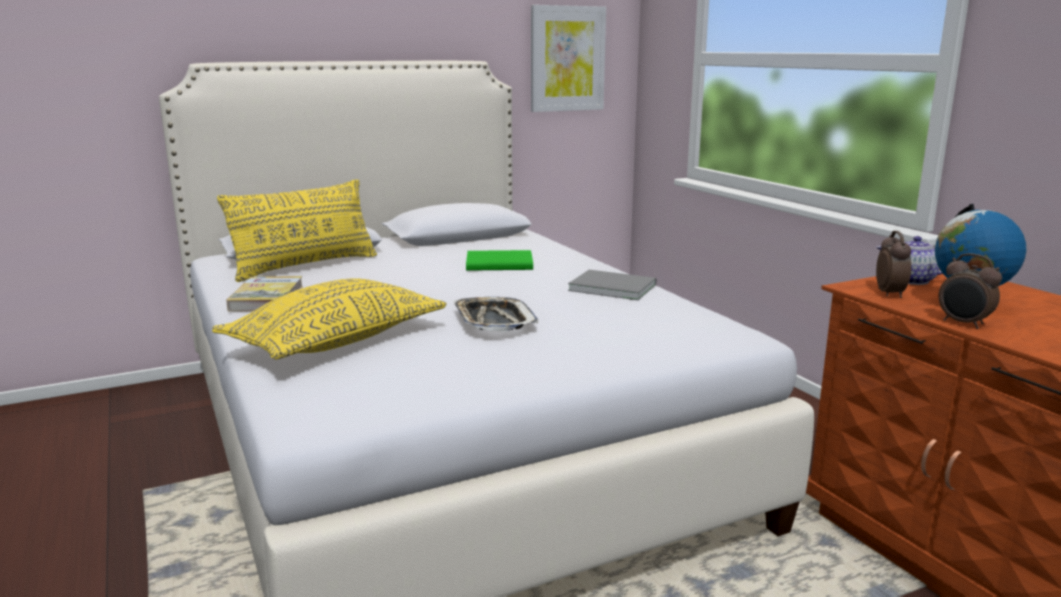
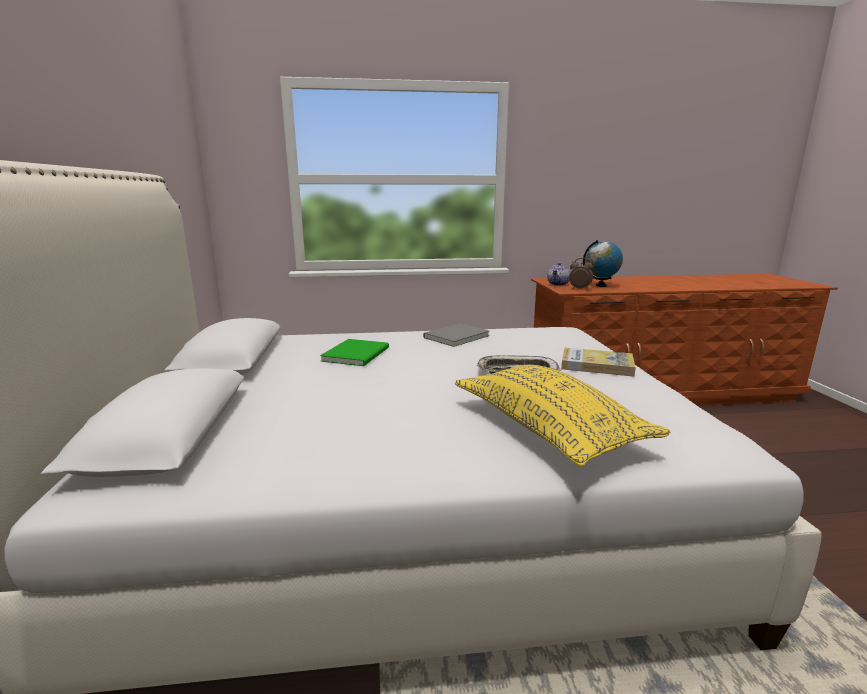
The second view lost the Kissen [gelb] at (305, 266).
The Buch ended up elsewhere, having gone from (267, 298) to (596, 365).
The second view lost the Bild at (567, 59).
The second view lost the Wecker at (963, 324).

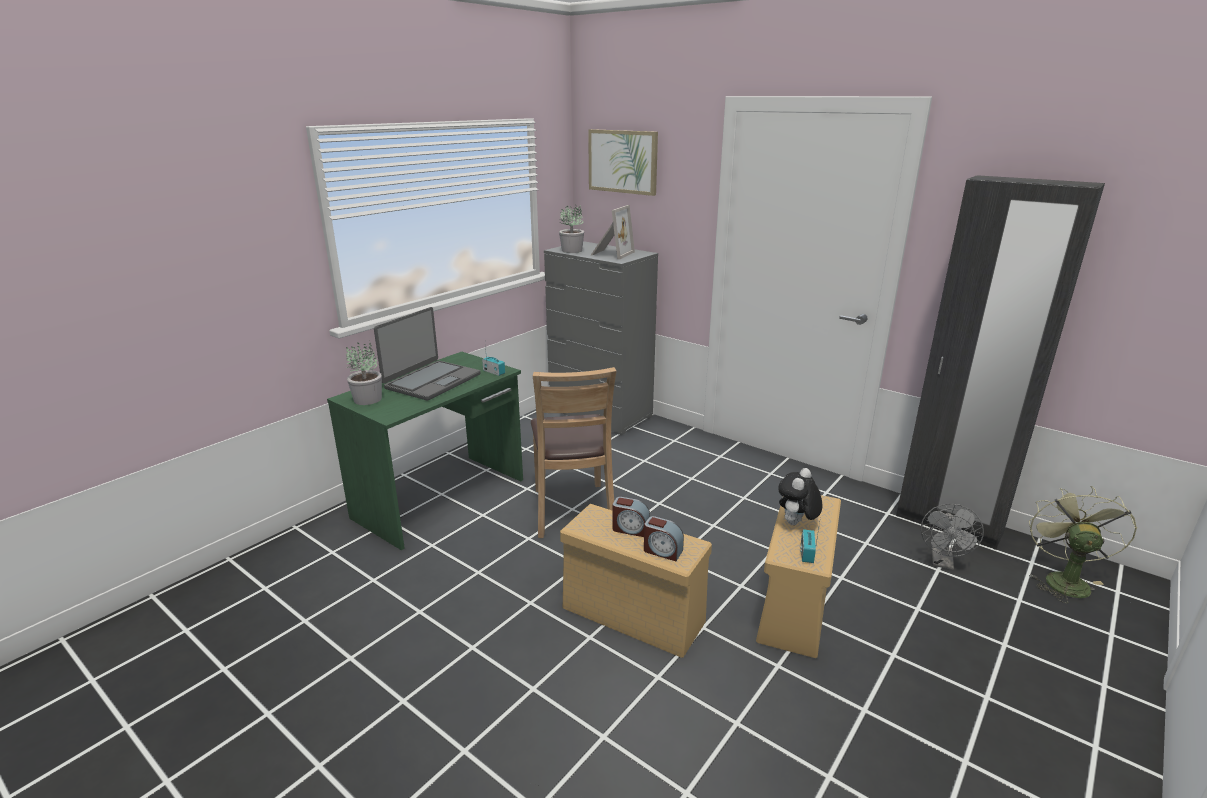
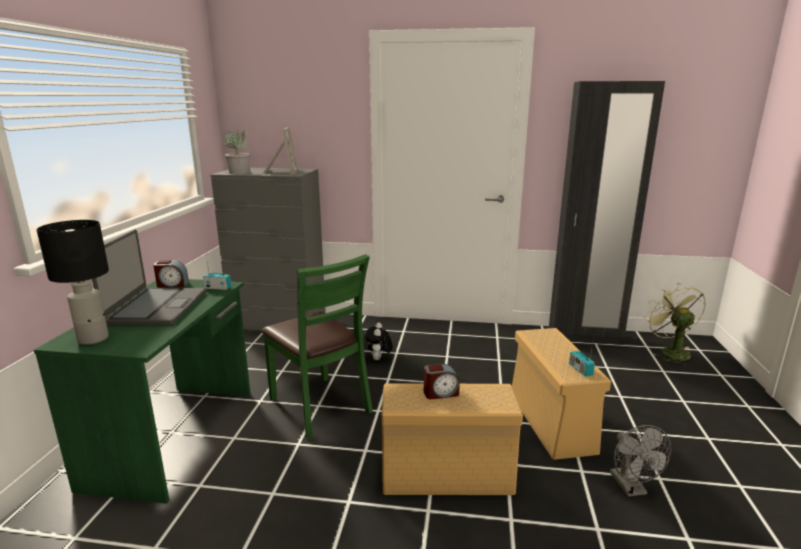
Where the Topfpflanze stood at (367, 399), the Tischlampe [schwarz] came to stand at (93, 338).
What was the Stuhl [braun] at (572, 510) turned into the Stuhl [grün] at (319, 406).
The second view lost the Bild at (623, 161).
The Wecker ended up elsewhere, having gone from (662, 551) to (172, 285).
The Plüschtier ended up elsewhere, having gone from (796, 524) to (379, 359).
The Ventilator [grau] ended up elsewhere, having gone from (942, 562) to (631, 488).

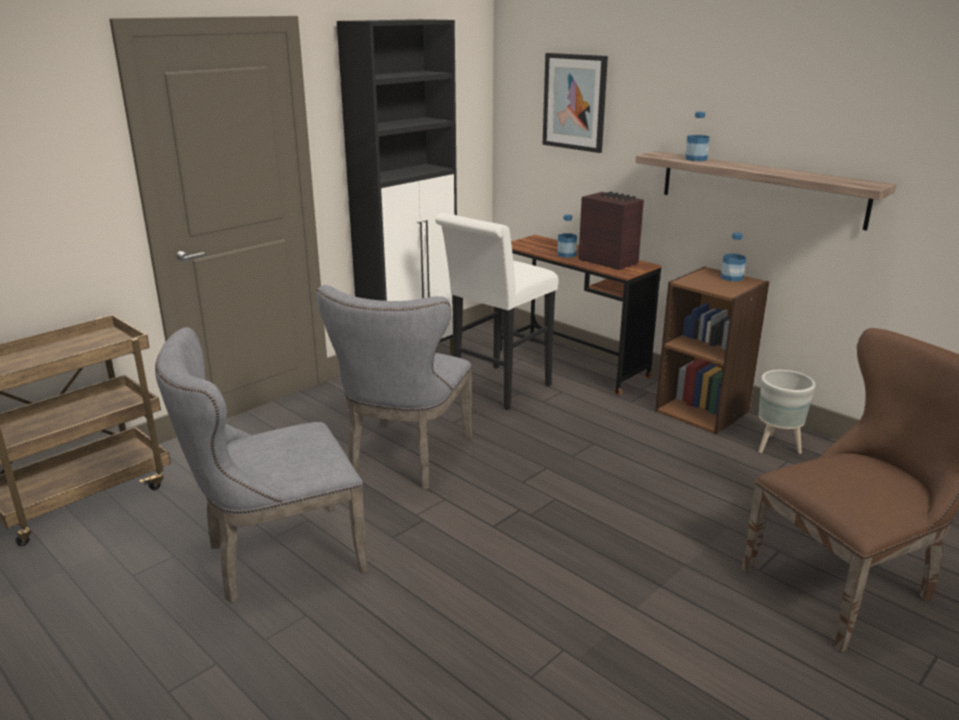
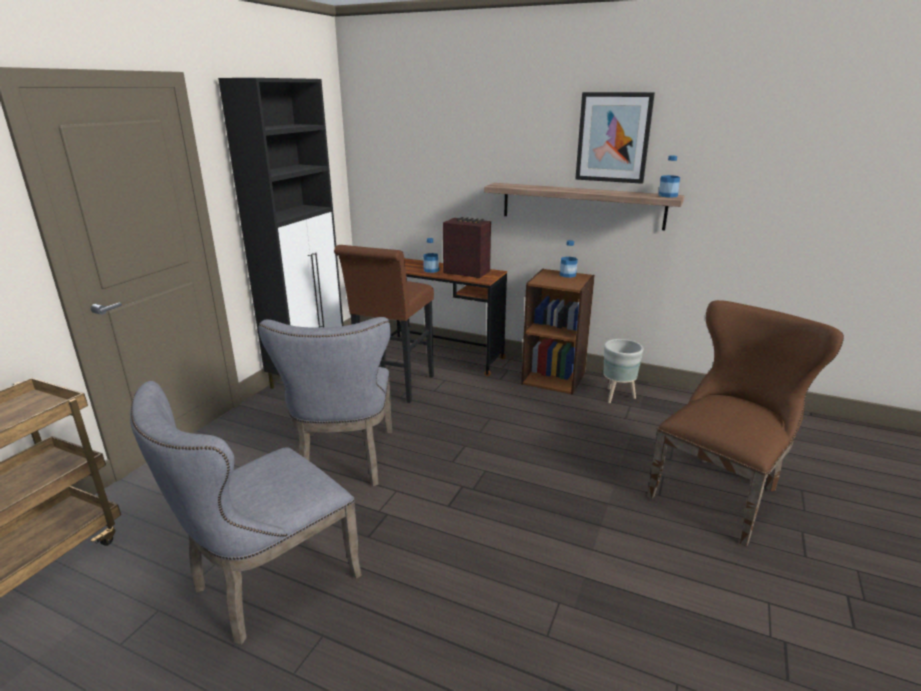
What was the Hocker [weiß] at (496, 390) turned into the Hocker [braun] at (392, 387).
The Bild ended up elsewhere, having gone from (574, 102) to (613, 137).
The Flasche ended up elsewhere, having gone from (696, 159) to (668, 195).

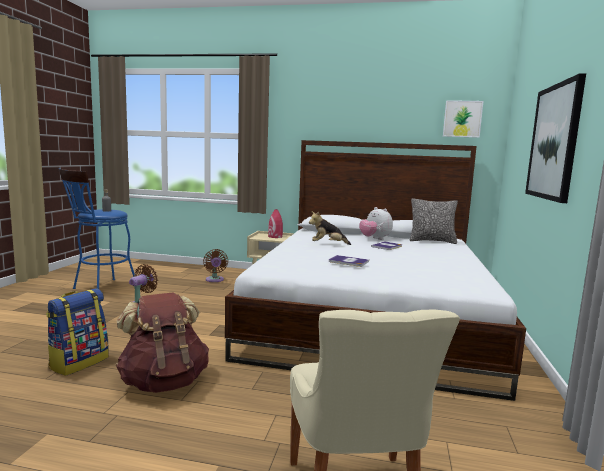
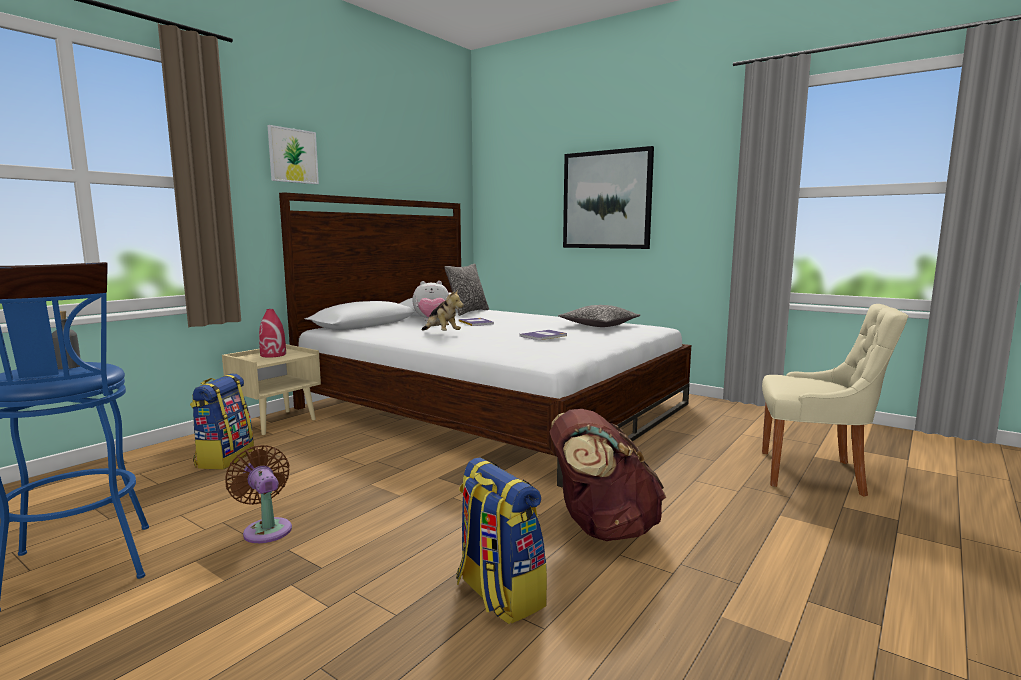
Where the Ventilator [braun] stood at (215, 280), the Rucksack came to stand at (224, 458).
The Plüschtier at (328, 244) ended up facing another way, 60 degrees counterclockwise from before.
The Bild ended up elsewhere, having gone from (462, 119) to (293, 156).
The second view gained the Kissen at (599, 325).

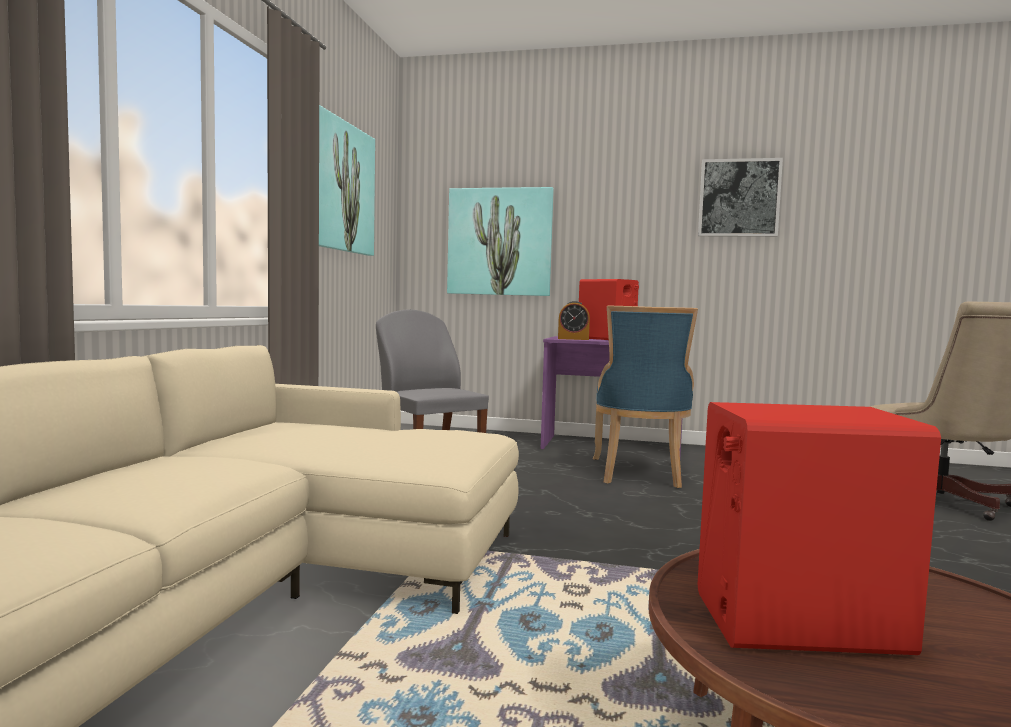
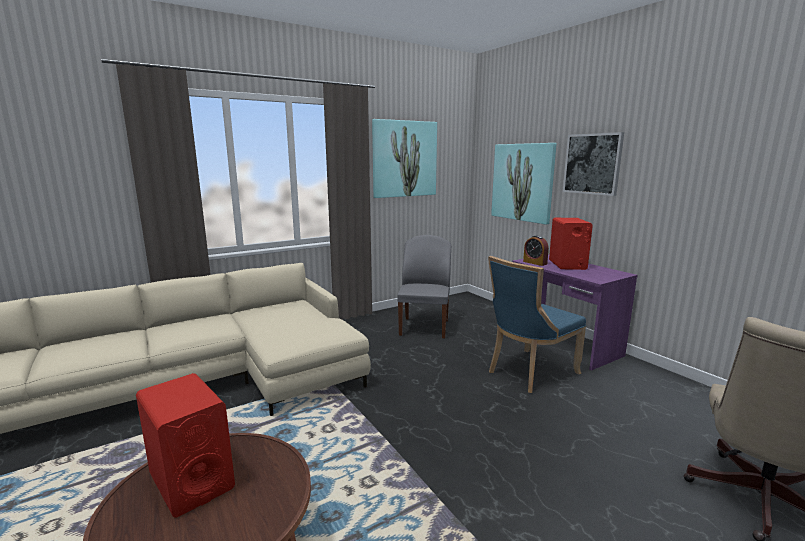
The Bild ended up elsewhere, having gone from (739, 198) to (592, 164).

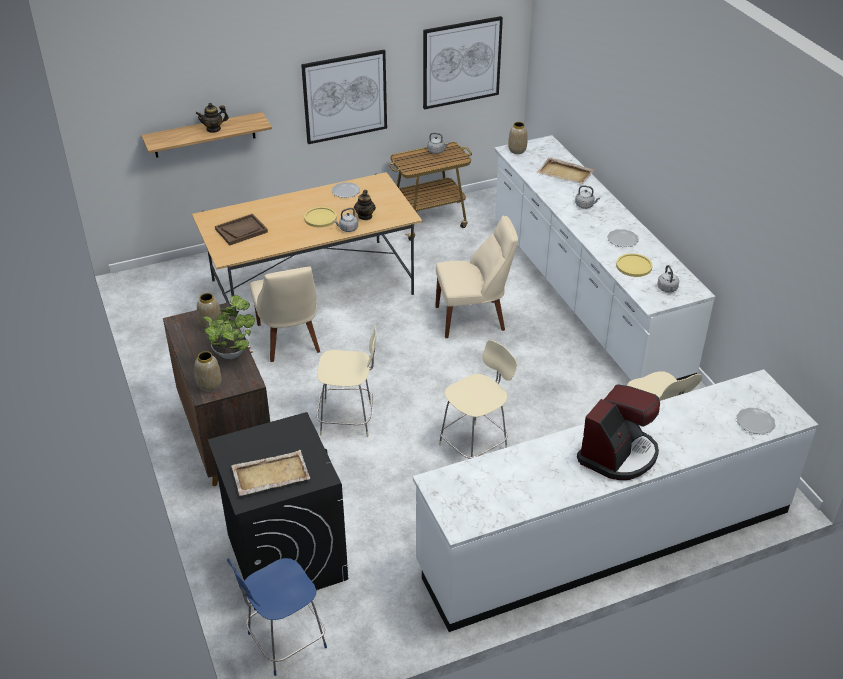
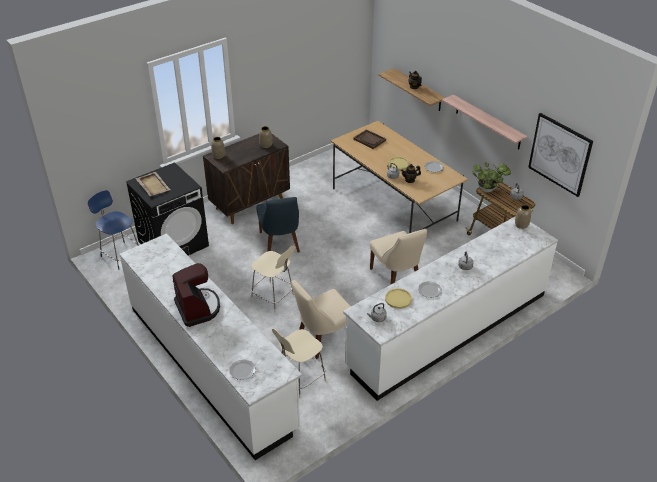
The Topfpflanze ended up elsewhere, having gone from (232, 351) to (488, 189).
The Stuhl [beige] ended up elsewhere, having gone from (289, 340) to (323, 339).
Where the Bild hung at (345, 96), the Wandregal came to hang at (488, 122).
Where the Hocker [beige] stood at (348, 419), the Stuhl [blau] came to stand at (280, 243).
The second view lost the Tablett [beige] at (565, 173).
The Kaffeemaschine at (618, 454) ended up facing another way, 135 degrees counterclockwise from before.

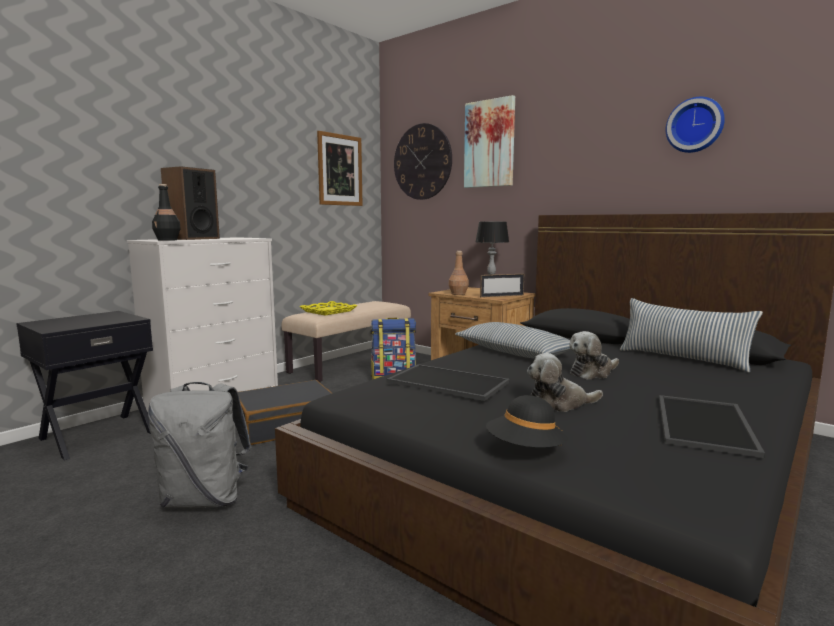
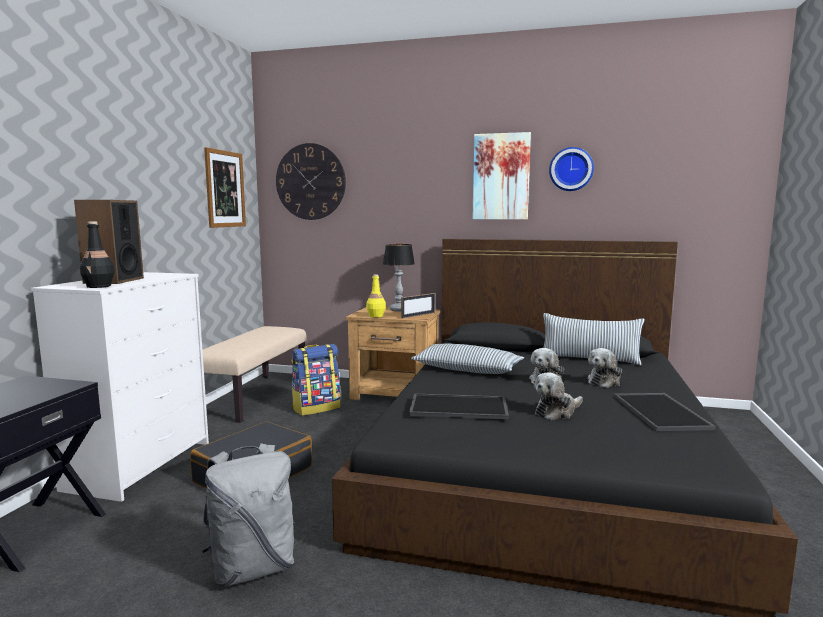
The second view lost the Tablett [gelb] at (328, 311).
What was the Flasche [braun] at (458, 294) turned into the Flasche [gelb] at (376, 316).
The Bild ended up elsewhere, having gone from (489, 144) to (501, 177).
The second view lost the Hut [schwarz] at (525, 450).
The second view gained the Plüschtier at (605, 381).

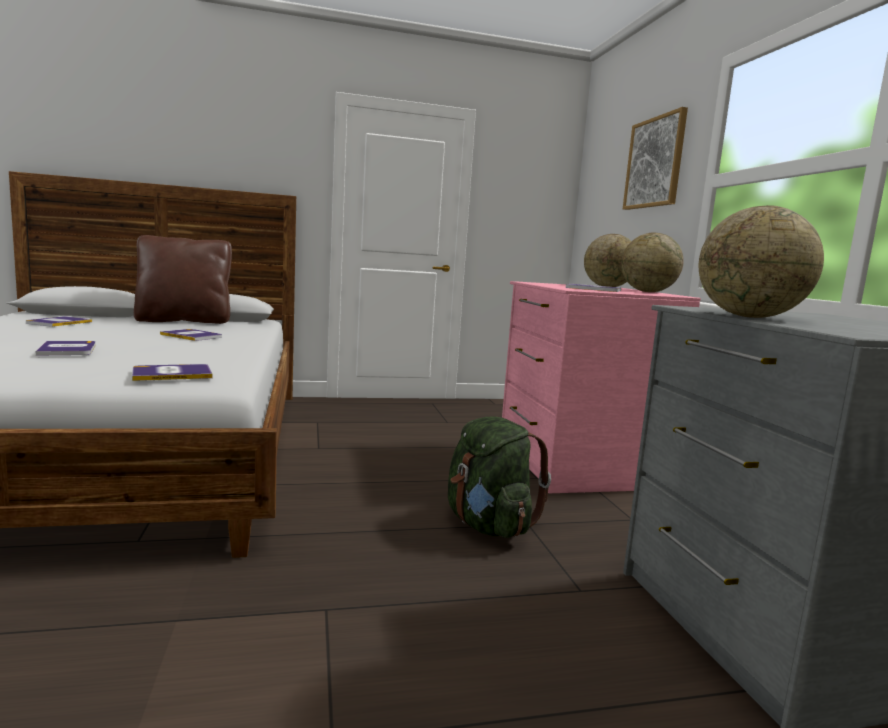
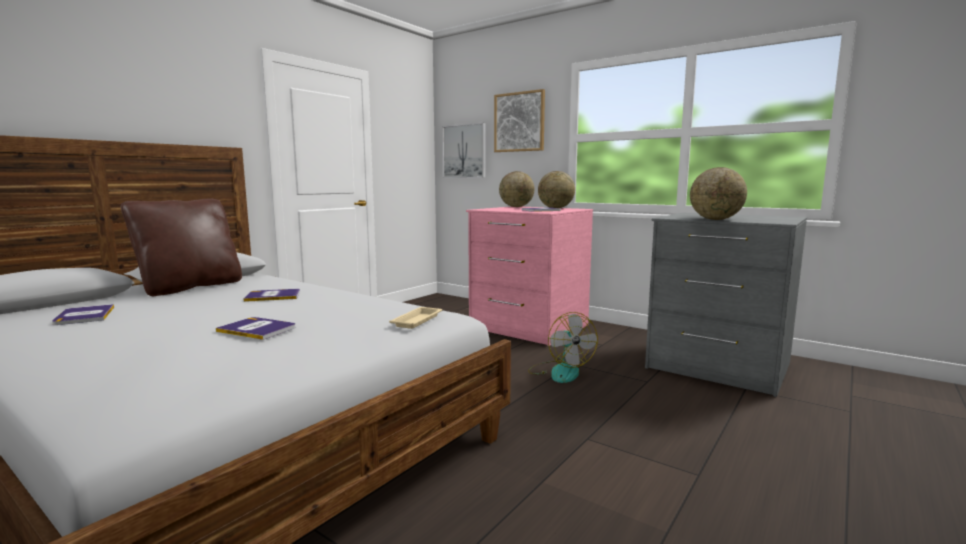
Where the Buch stood at (172, 374), the Tablett [beige] came to stand at (417, 320).
Where the Rucksack [grün] stood at (488, 525), the Ventilator came to stand at (560, 371).
The second view gained the Bild at (464, 151).

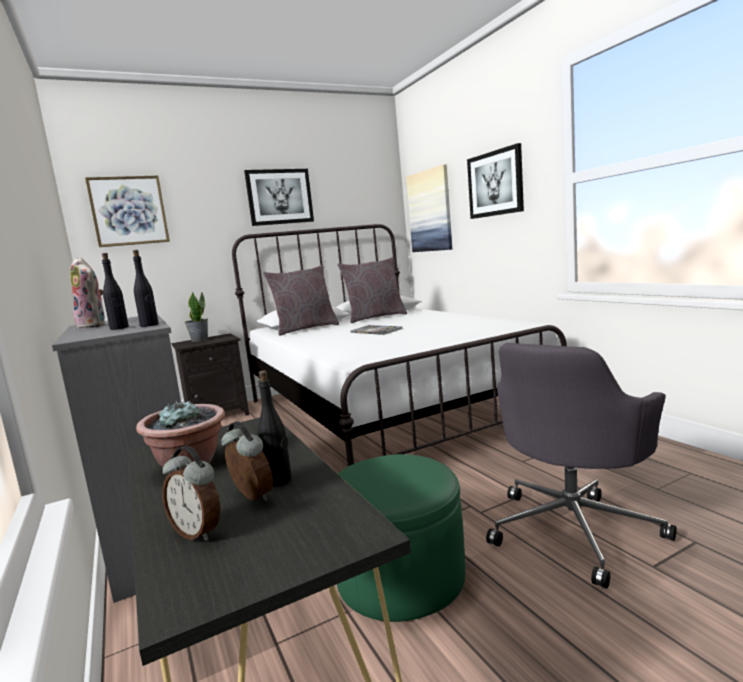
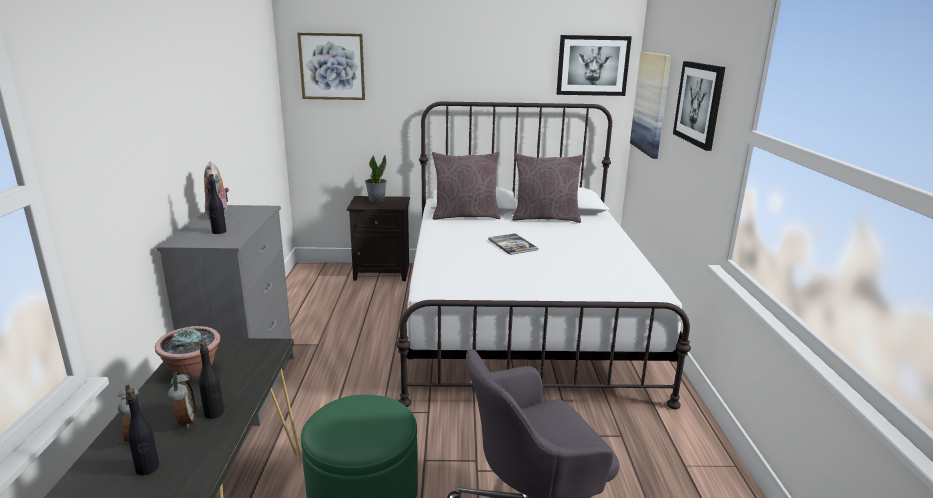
The Flasche [schwarz] ended up elsewhere, having gone from (149, 325) to (147, 468).
The Bild ended up elsewhere, having gone from (279, 197) to (592, 65).

